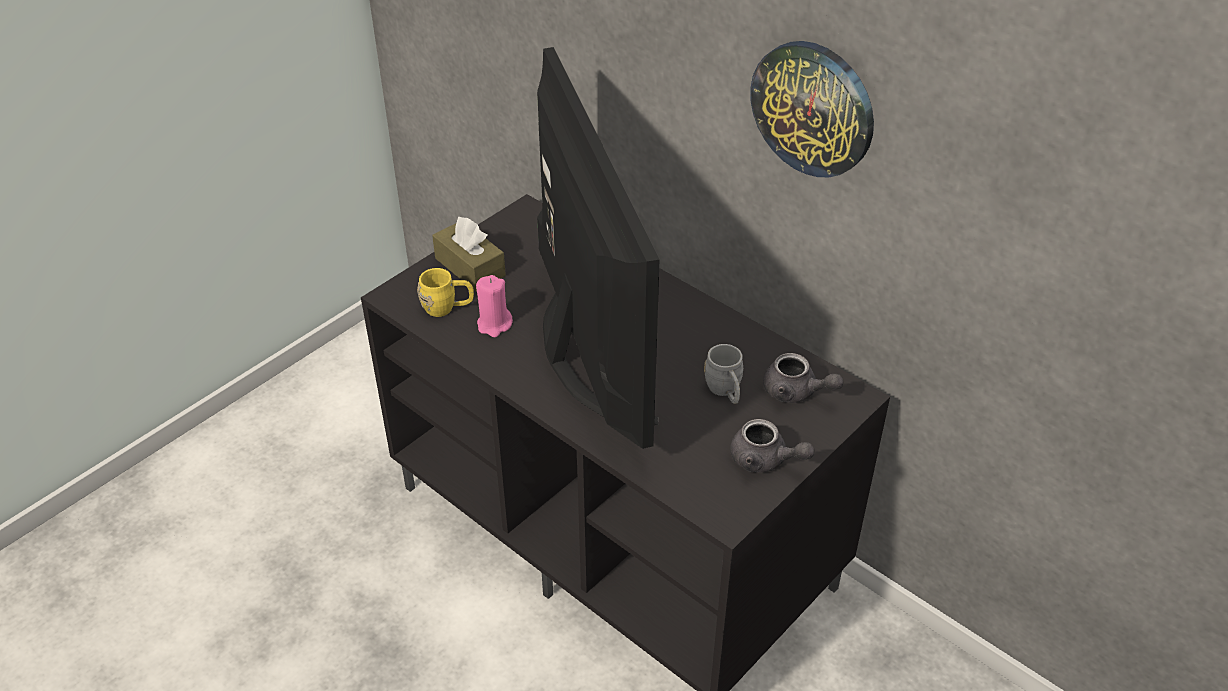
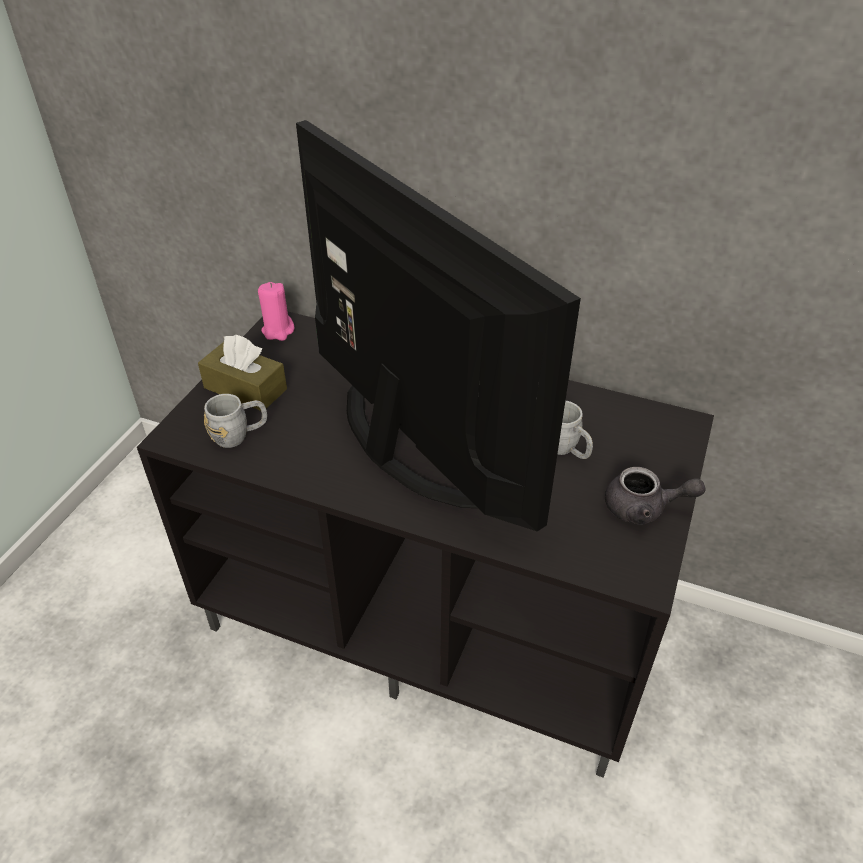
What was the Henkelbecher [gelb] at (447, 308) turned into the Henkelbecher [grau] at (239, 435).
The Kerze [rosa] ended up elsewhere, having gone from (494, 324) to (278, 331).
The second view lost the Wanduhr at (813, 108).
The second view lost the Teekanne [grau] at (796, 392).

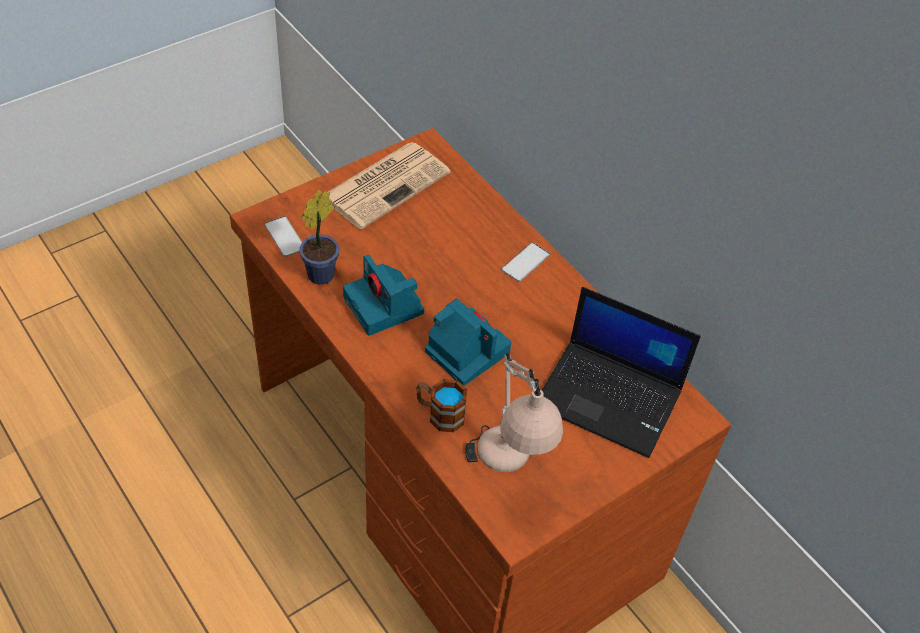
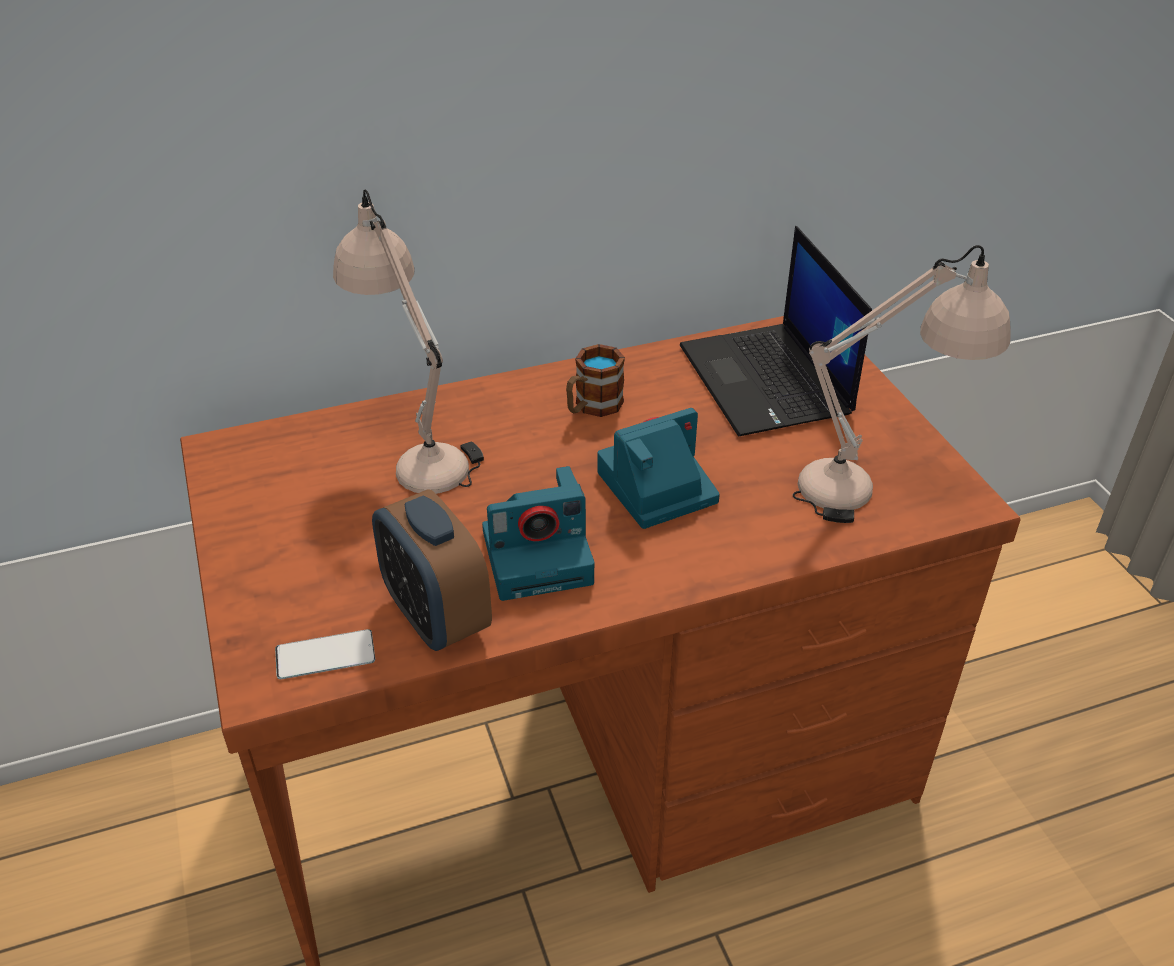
Where the Topfpflanze stood at (323, 273), the Wecker came to stand at (436, 617).
The second view lost the Zeitung at (386, 184).
The Henkelbecher ended up elsewhere, having gone from (439, 414) to (592, 407).
The second view lost the Handy at (525, 262).
The Laptop at (610, 398) ended up facing another way, 120 degrees clockwise from before.
The second view gained the Tischlampe [beige] at (417, 447).

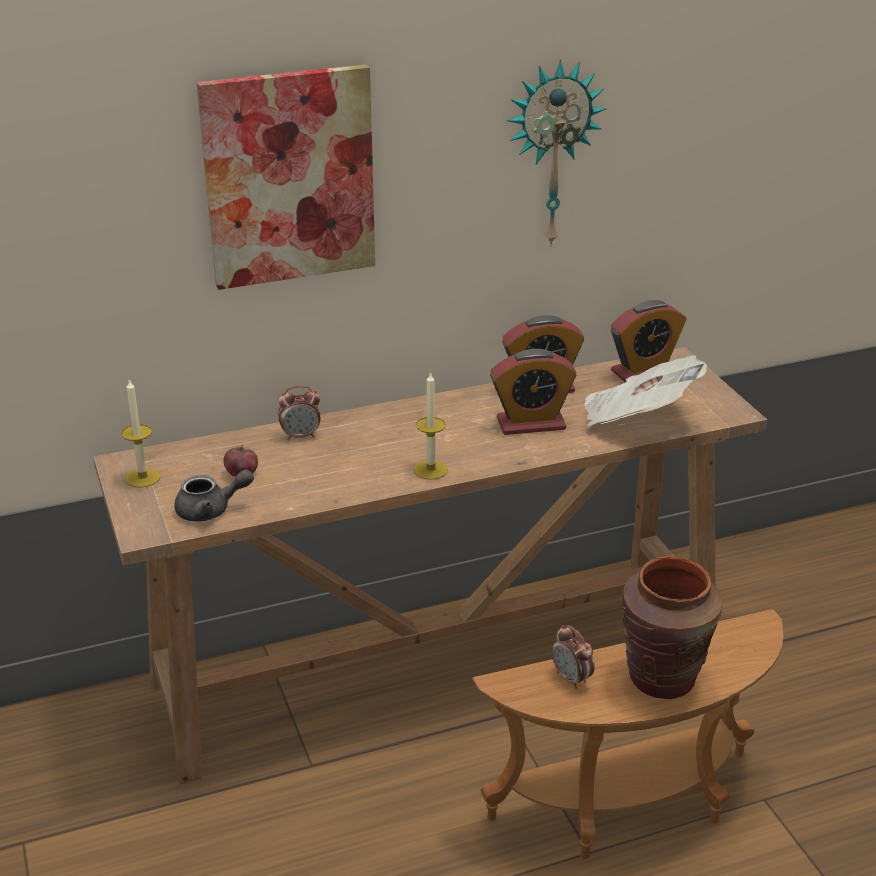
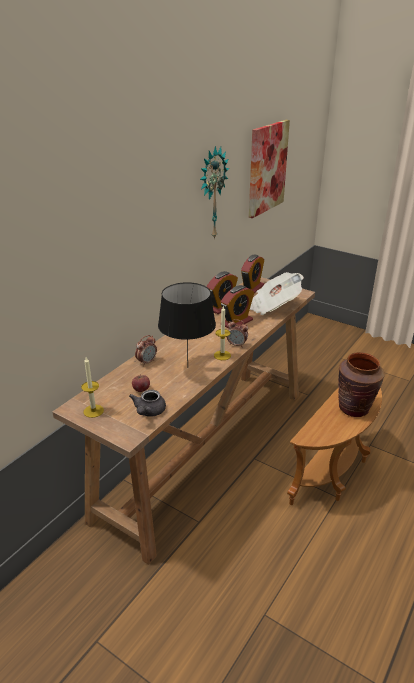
The Teekanne [grau] at (211, 510) ended up facing another way, 150 degrees clockwise from before.
The Bild ended up elsewhere, having gone from (289, 177) to (267, 168).
The Wecker ended up elsewhere, having gone from (571, 679) to (237, 345).
The second view gained the Tischlampe [schwarz] at (187, 367).

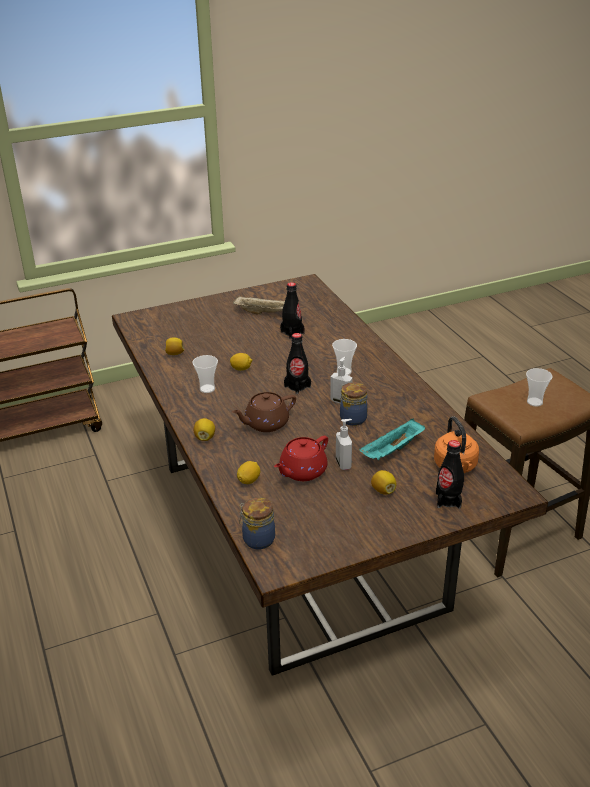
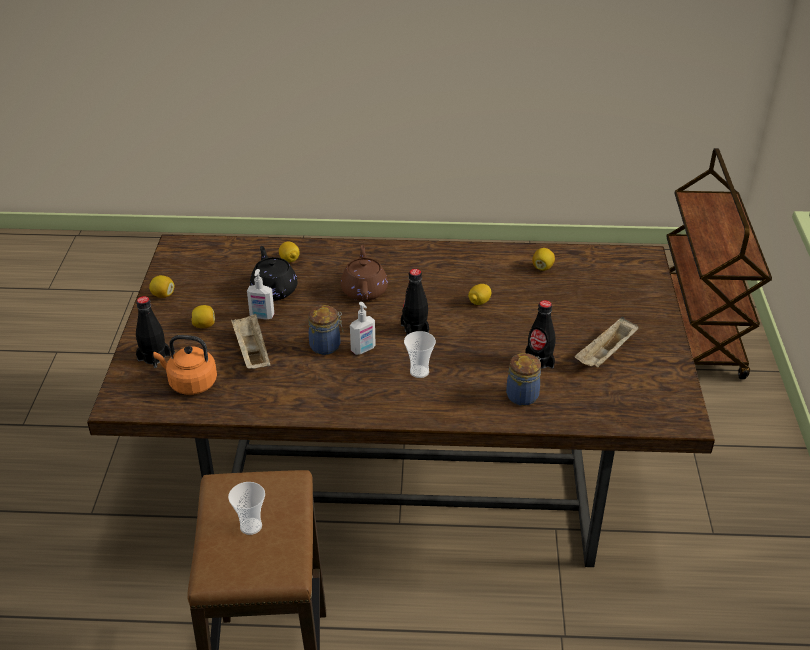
The second view lost the Tasse at (207, 389).
The Zitrone ended up elsewhere, having gone from (205, 437) to (163, 295).
The Vorratsglas ended up elsewhere, having gone from (257, 539) to (523, 395).
What was the Teekanne [rot] at (302, 471) turned into the Teekanne [schwarz] at (274, 290).
What was the Tablett [türkis] at (392, 451) turned into the Tablett [beige] at (251, 352).

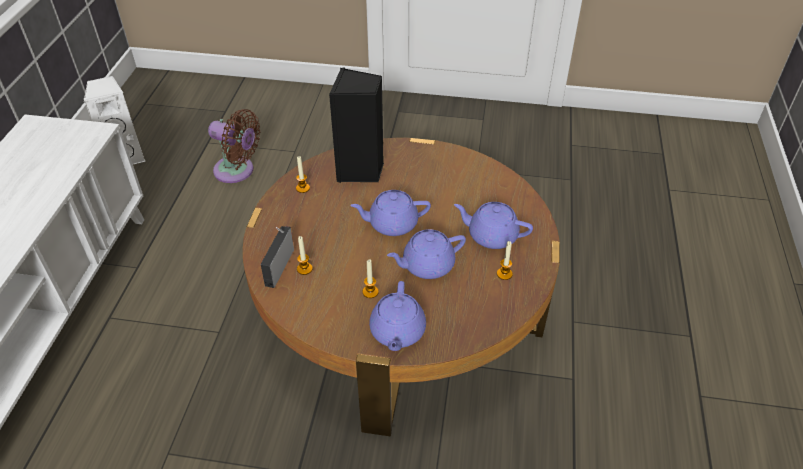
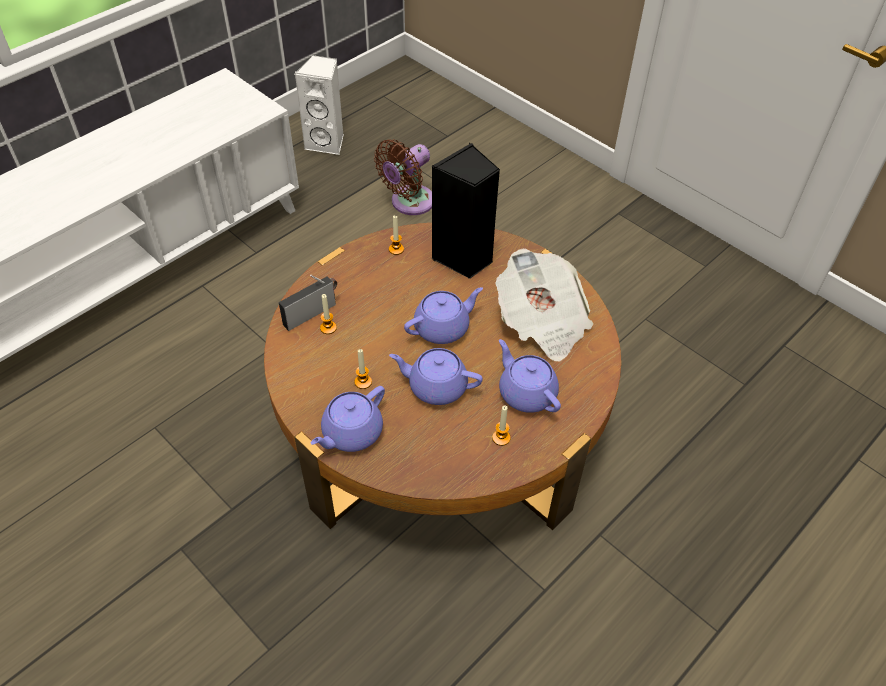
The Ventilator [braun] at (237, 171) ended up facing another way, 75 degrees clockwise from before.
The Teekanne [lila] at (392, 224) ended up facing another way, 120 degrees clockwise from before.
The second view gained the Zeitung at (542, 322).

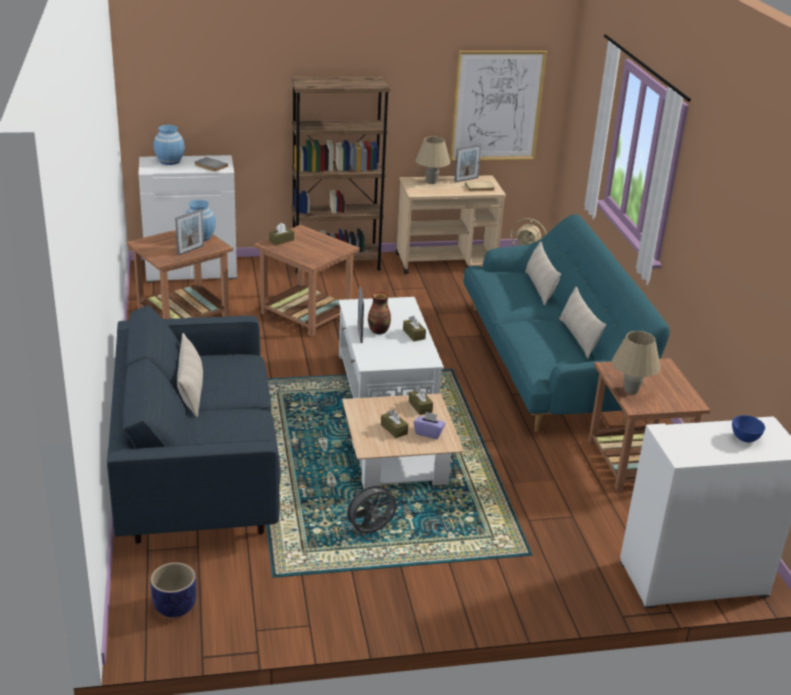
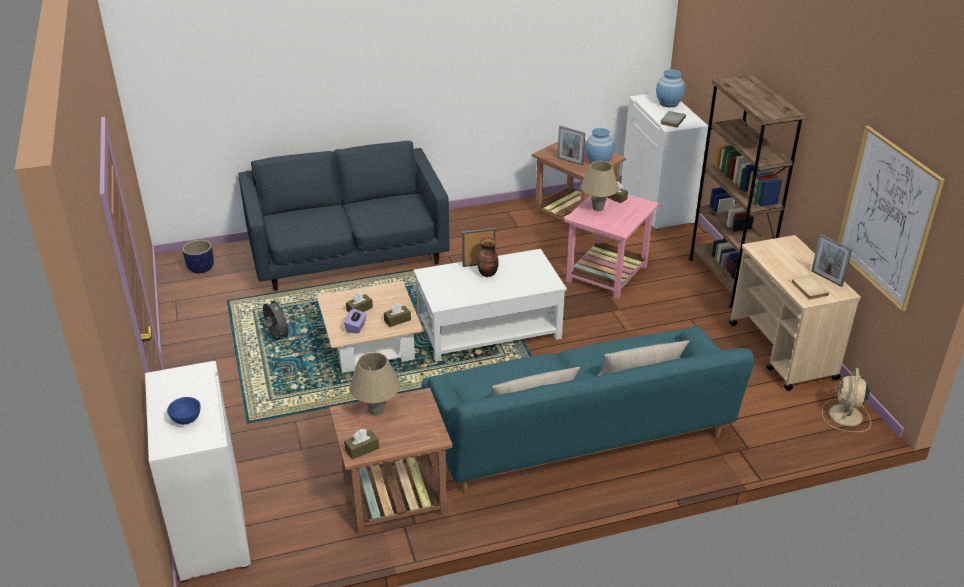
The second view lost the Kissen [beige] at (191, 392).
What was the Beistelltisch [braun] at (307, 314) turned into the Beistelltisch [rosa] at (606, 274).
The Taschentuchbox [braun] ended up elsewhere, having gone from (414, 334) to (362, 449).
The Tischlampe [beige] ended up elsewhere, having gone from (431, 182) to (598, 208).

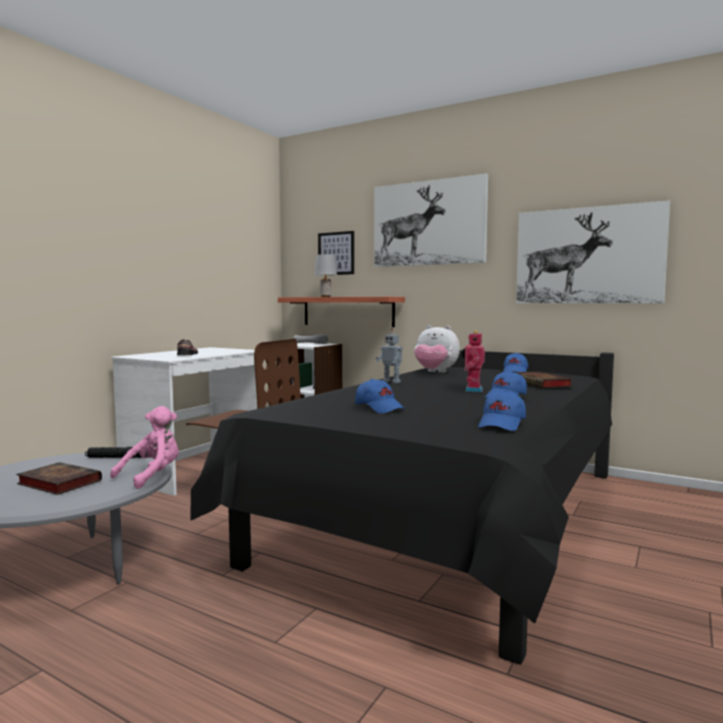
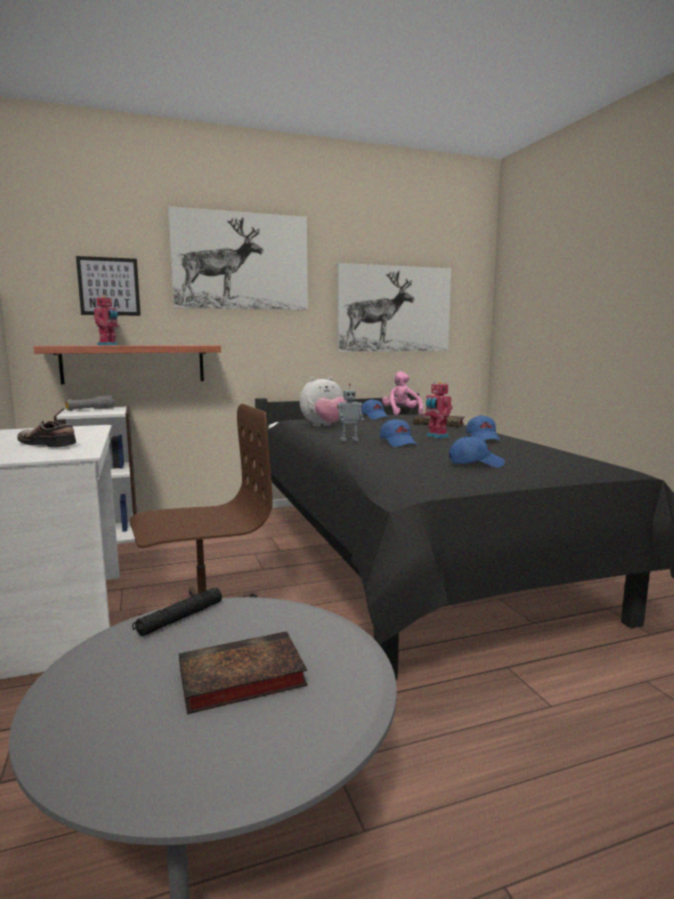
The Plüschtier [rosa] ended up elsewhere, having gone from (152, 476) to (401, 413).
Where the Tischlampe [grau] stood at (325, 296), the Spielzeugroboter came to stand at (108, 345).
The Kappe [blau] ended up elsewhere, having gone from (502, 424) to (398, 443).

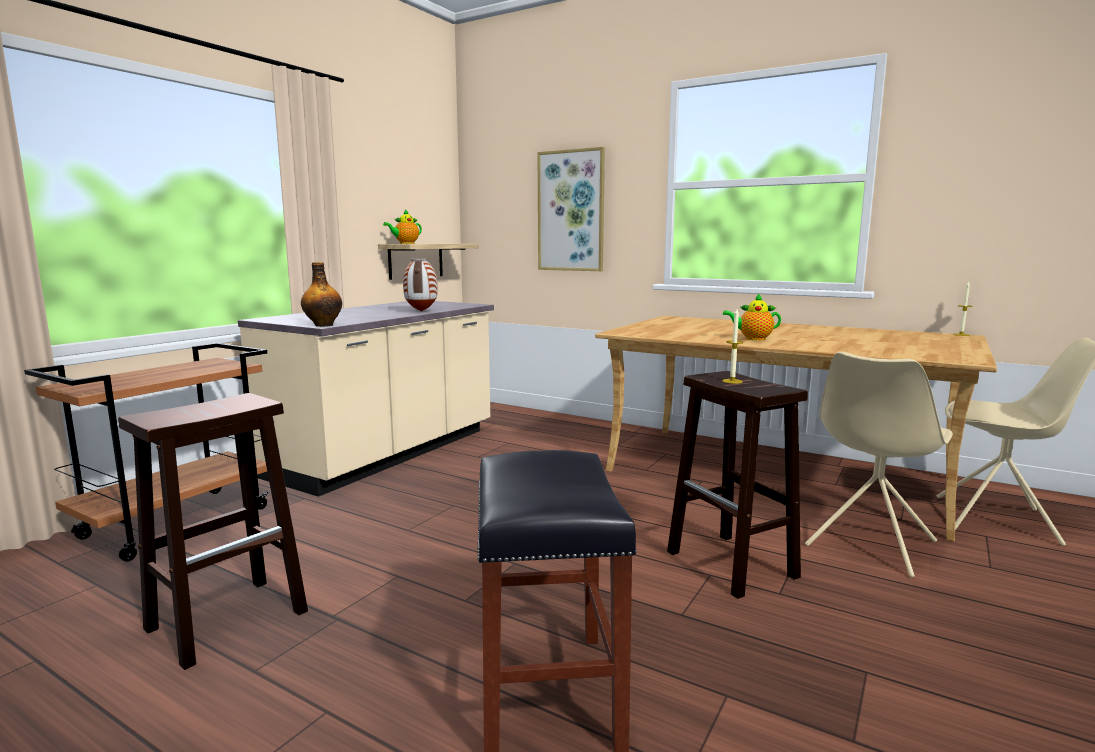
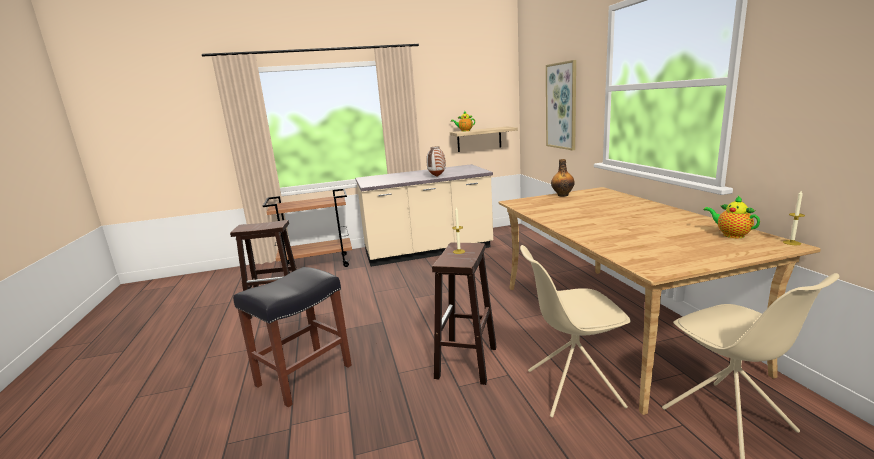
The Flasche ended up elsewhere, having gone from (323, 325) to (562, 195).
The Teekanne ended up elsewhere, having gone from (752, 338) to (730, 235).

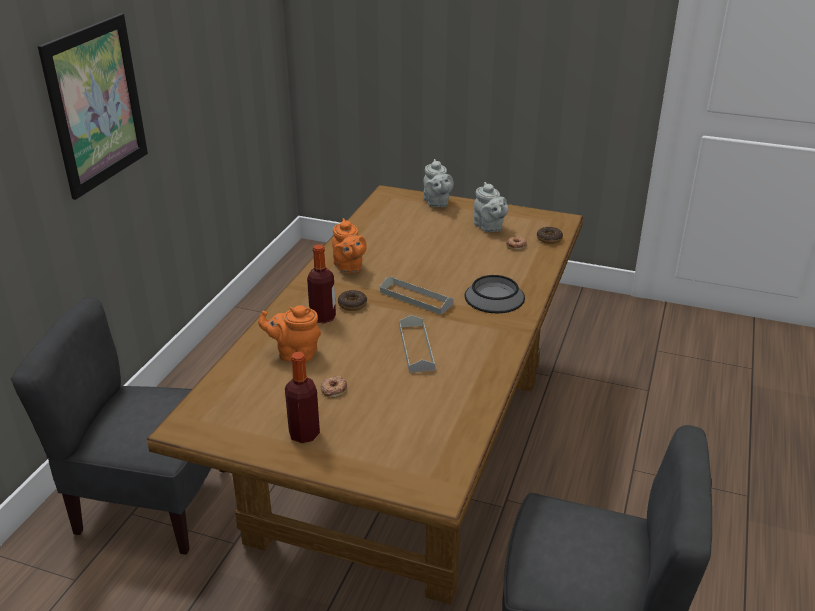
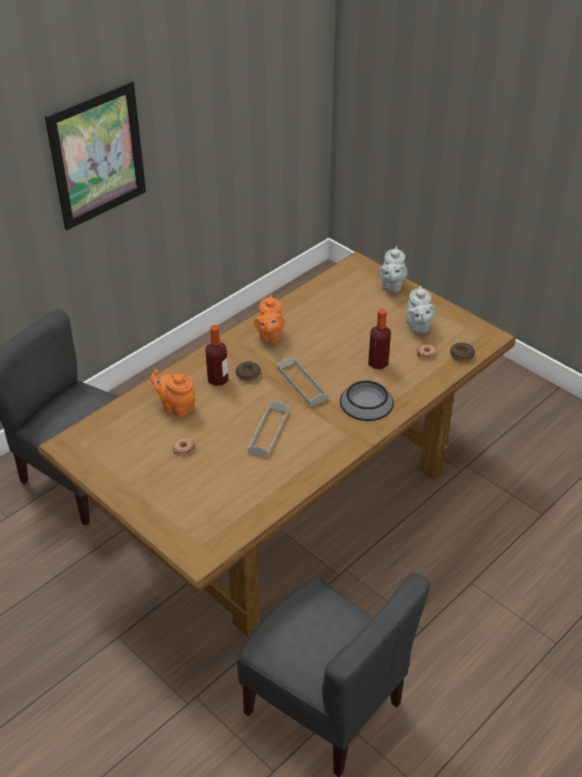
The Flasche ended up elsewhere, having gone from (304, 434) to (378, 363).

